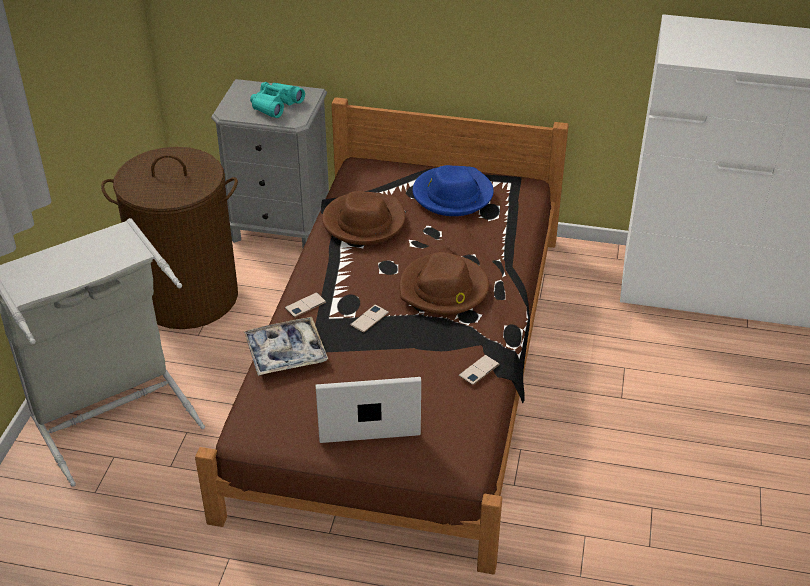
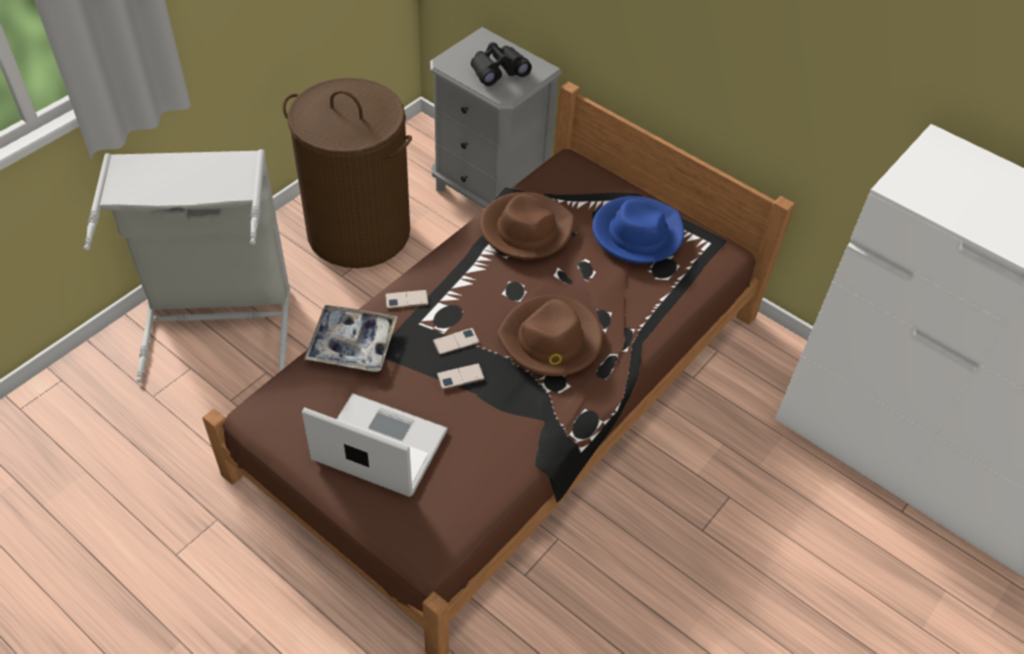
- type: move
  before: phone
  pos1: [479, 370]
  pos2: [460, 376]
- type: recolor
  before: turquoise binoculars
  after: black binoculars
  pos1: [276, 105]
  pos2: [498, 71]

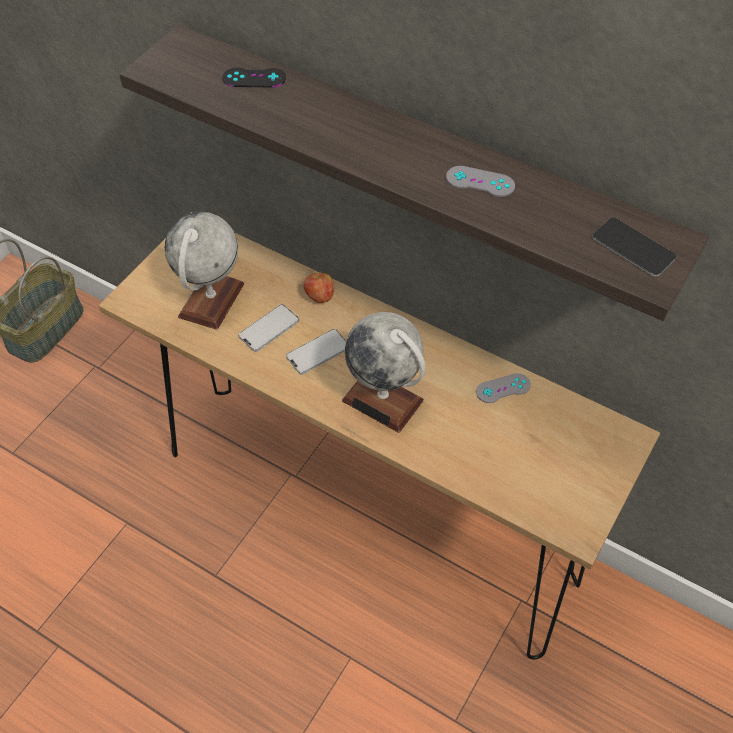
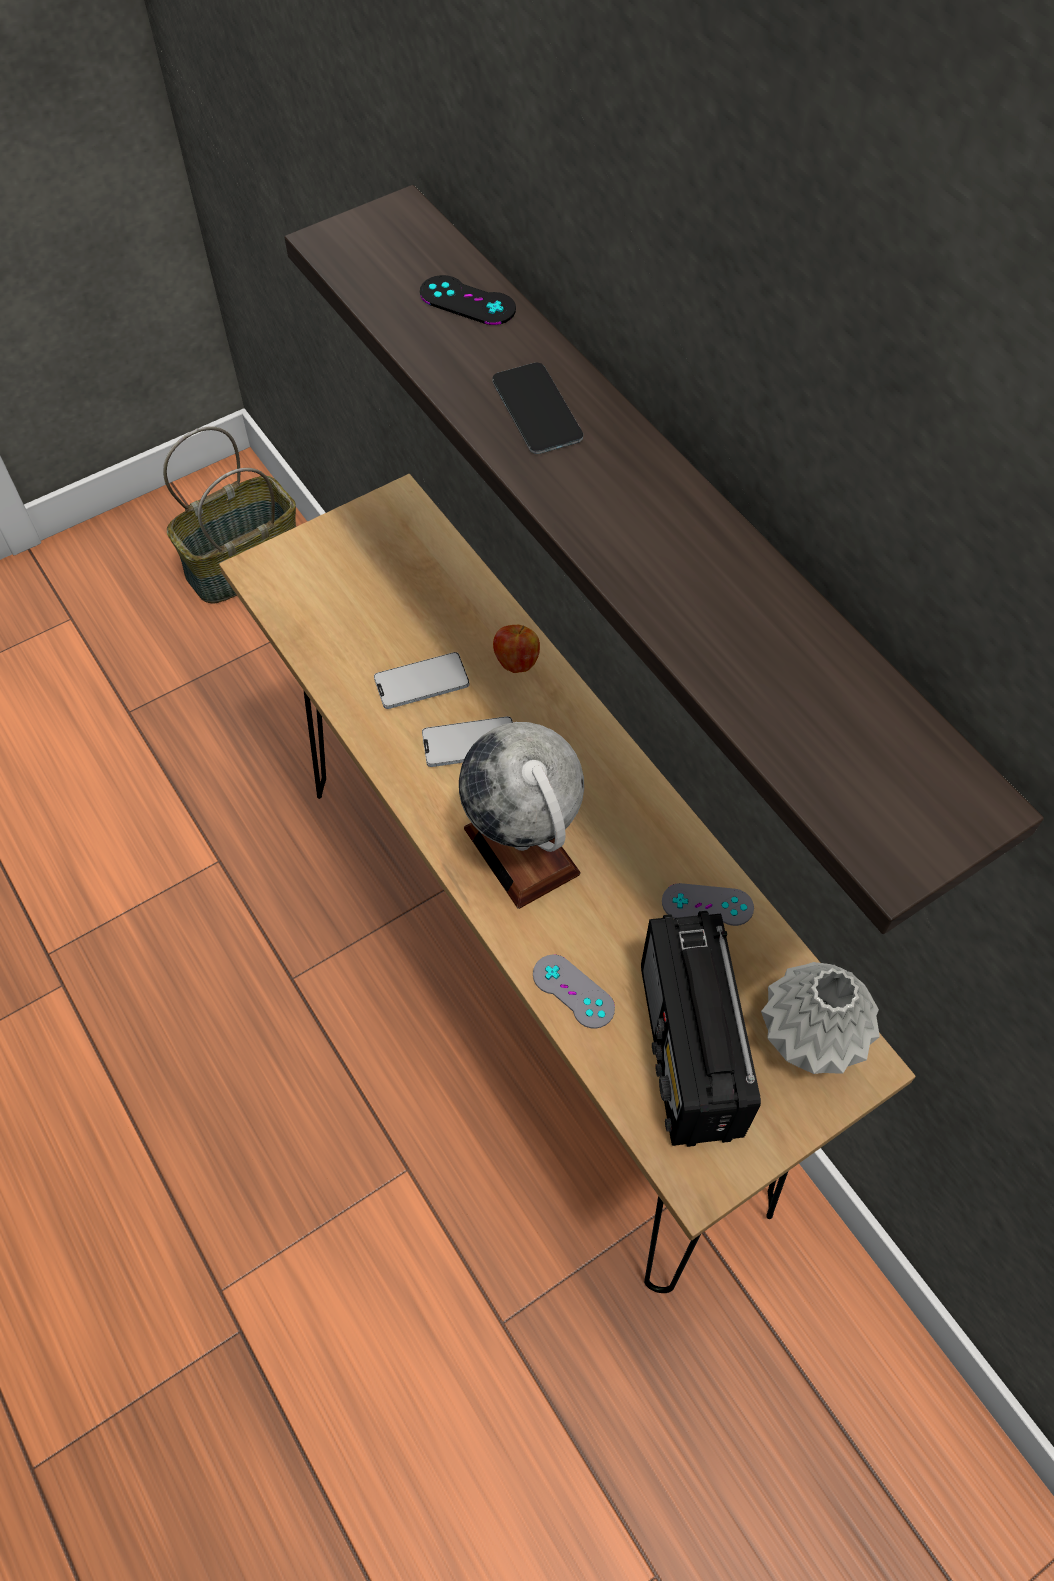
- type: delete
  before: globe
  pos1: [211, 300]
- type: insert
  after: radio
  pos2: [689, 1052]
- type: insert
  after: grey vase
  pos2: [807, 1039]
- type: move
  before: grey game controller
  pos1: [480, 182]
  pos2: [573, 991]
- type: move
  before: phone
  pos1: [633, 247]
  pos2: [537, 409]

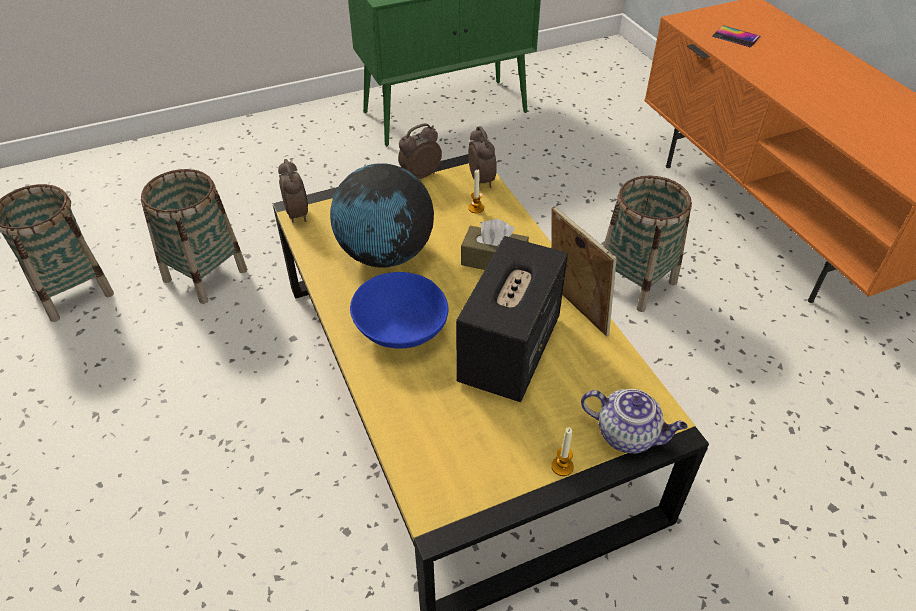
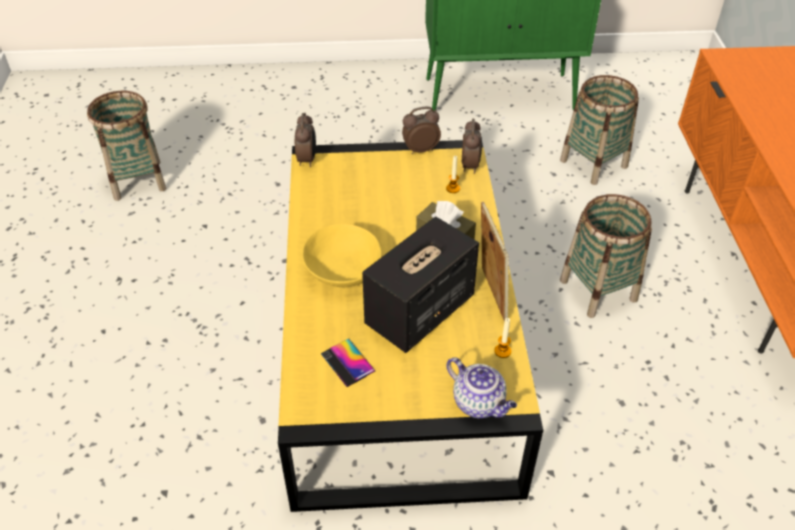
- type: delete
  before: globe
  pos1: [385, 254]
- type: move
  before: basket
  pos1: [205, 275]
  pos2: [593, 163]
- type: move
  before: candle
  pos1: [562, 466]
  pos2: [502, 351]
- type: move
  before: phone
  pos1: [736, 36]
  pos2: [347, 362]
- type: recolor
  before: blue bowl
  after: yellow bowl
  pos1: [399, 329]
  pos2: [342, 271]

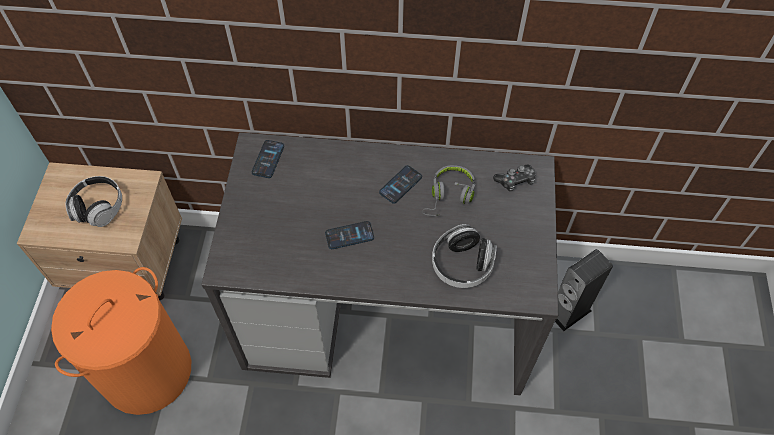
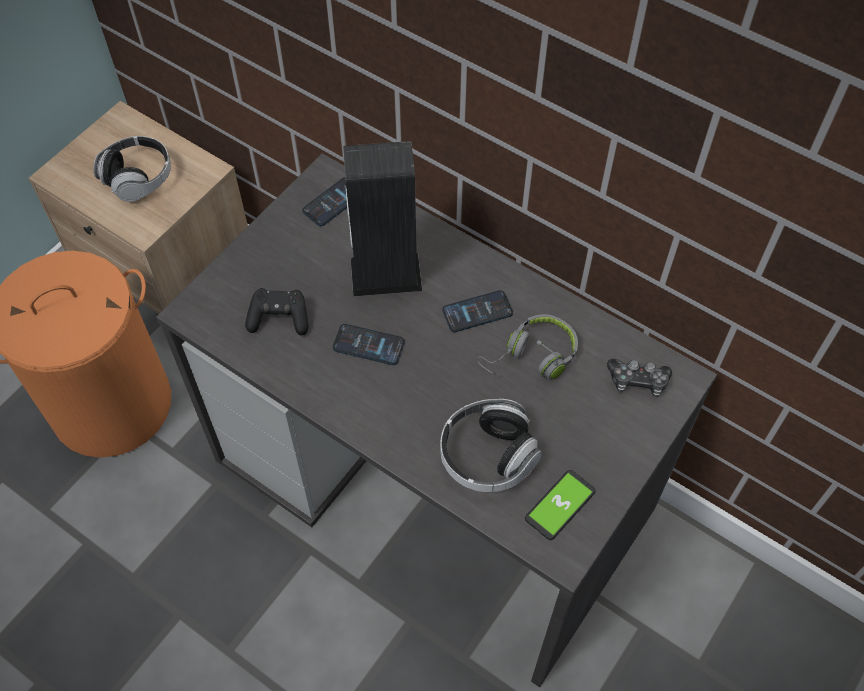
- type: insert
  after: black game controller
  pos2: [279, 318]
- type: insert
  after: phone
  pos2: [560, 505]
- type: move
  before: speaker
  pos1: [569, 311]
  pos2: [386, 274]

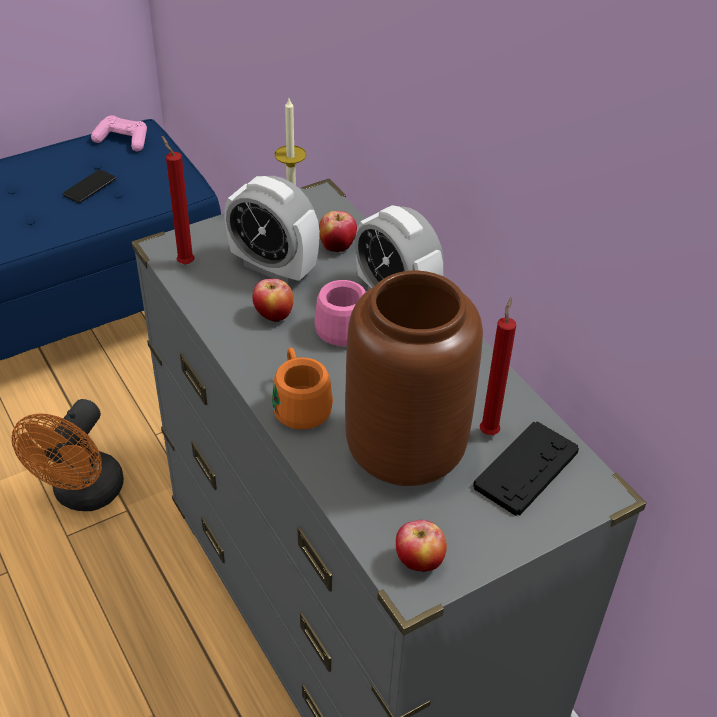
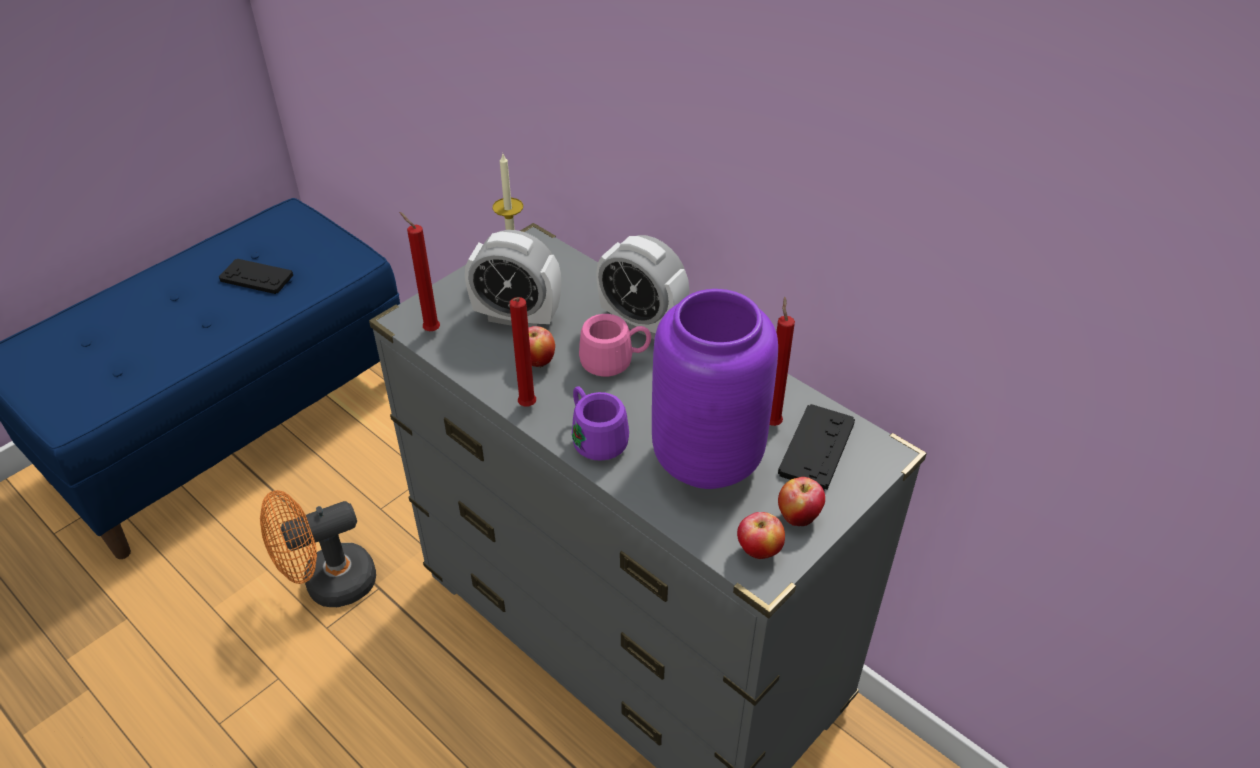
- type: delete
  before: pink game controller
  pos1: [123, 140]
- type: insert
  after: red candle
  pos2: [526, 408]
- type: move
  before: apple
  pos1: [337, 247]
  pos2: [798, 516]
- type: replace
  before: phone
  after: black game controller
  pos1: [89, 187]
  pos2: [256, 277]
- type: recolor
  before: orange mug
  after: purple mug
  pos1: [299, 404]
  pos2: [595, 438]
- type: recolor
  before: brown vase
  after: purple vase
  pos1: [402, 452]
  pos2: [704, 459]
- type: rotate
  before: orange fan
  pos1: [83, 495]
  pos2: [329, 584]
  turn: 60

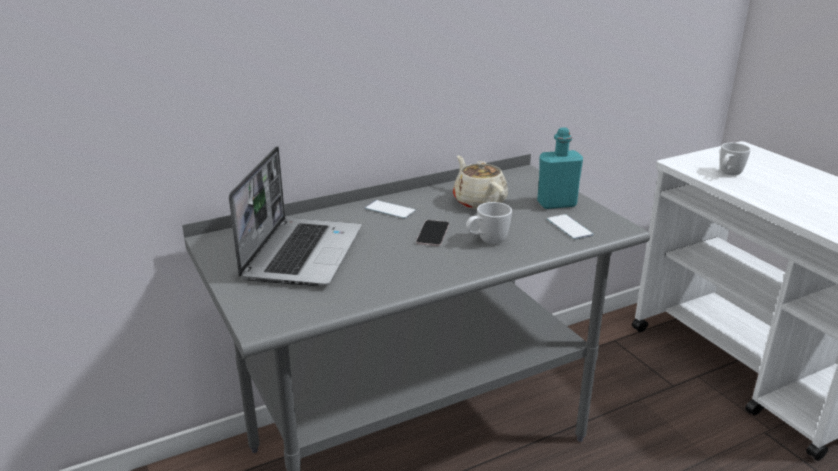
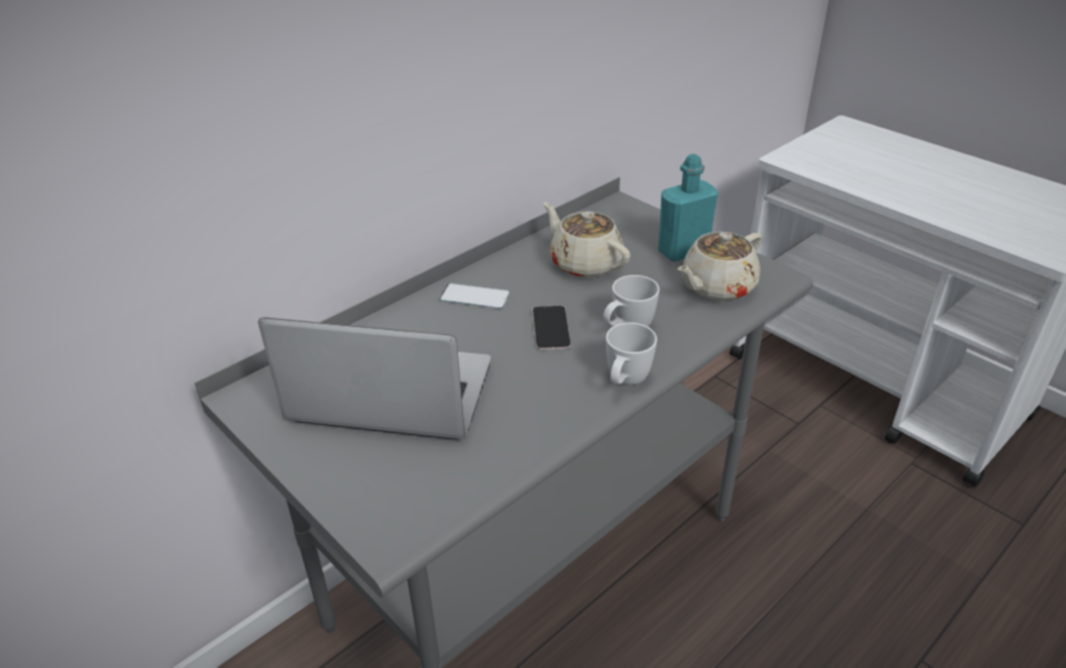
- type: move
  before: white mug
  pos1: [728, 174]
  pos2: [625, 382]
- type: replace
  before: phone
  after: beige teapot
  pos1: [569, 227]
  pos2: [716, 287]
- type: rotate
  before: laptop
  pos1: [302, 253]
  pos2: [388, 395]
  turn: -75

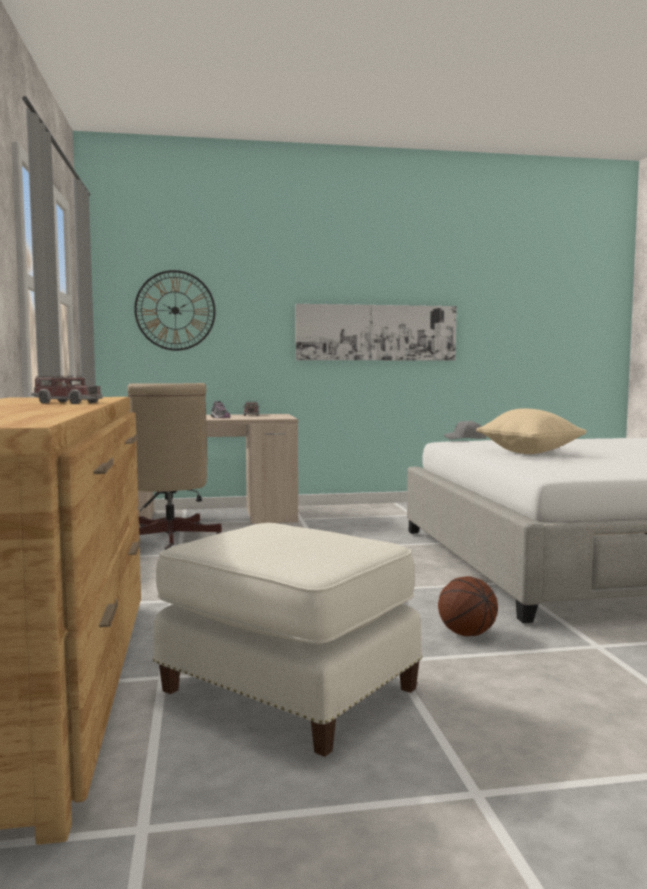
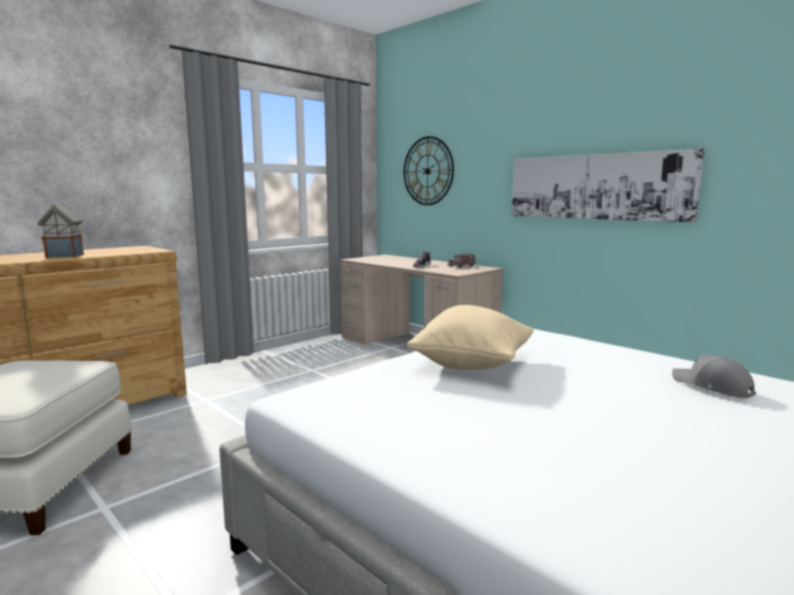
- type: delete
  before: beige office chair
  pos1: [169, 541]
- type: delete
  before: basketball
  pos1: [466, 633]
- type: move
  before: grey cap
  pos1: [466, 439]
  pos2: [712, 387]
- type: replace
  before: toy truck
  after: toy house
  pos1: [67, 402]
  pos2: [65, 256]

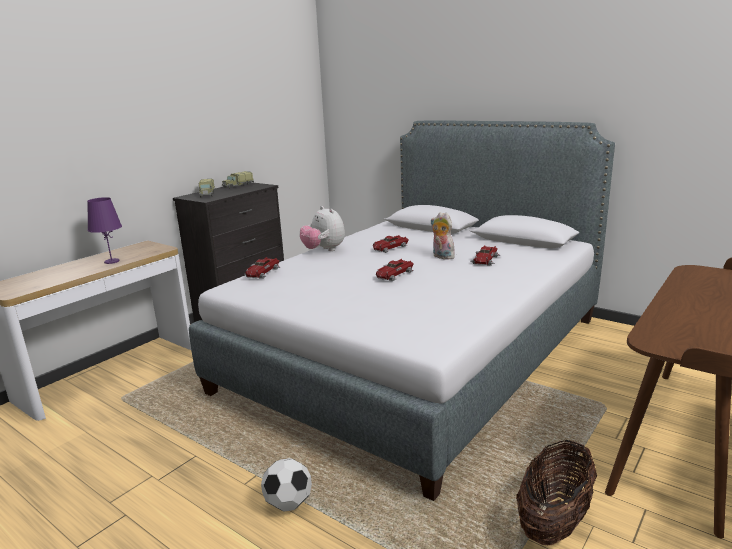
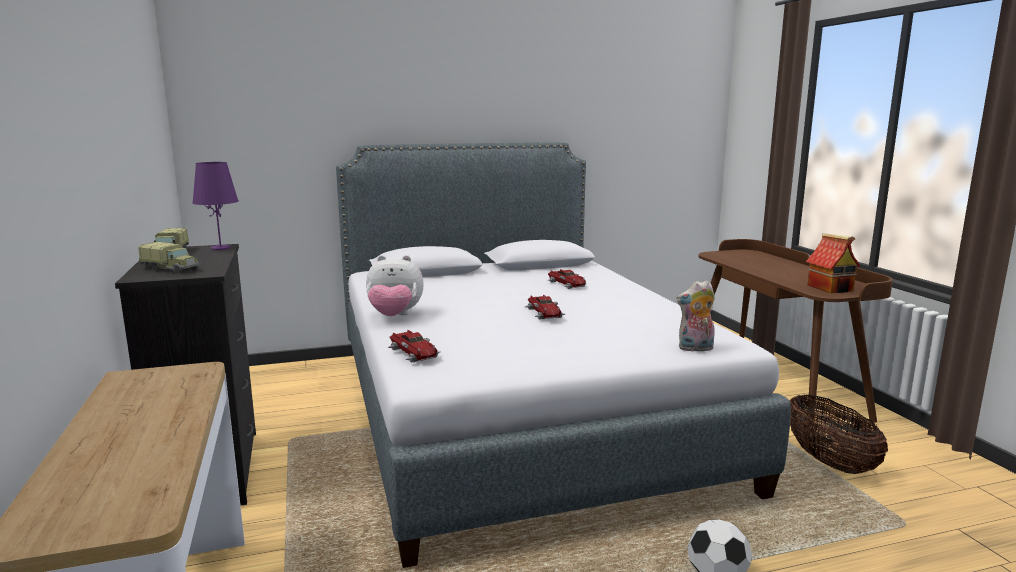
- type: delete
  before: toy car
  pos1: [390, 248]
- type: insert
  after: toy house
  pos2: [831, 288]
- type: move
  before: purple table lamp
  pos1: [112, 261]
  pos2: [220, 248]
- type: move
  before: plush toy
  pos1: [441, 257]
  pos2: [695, 349]

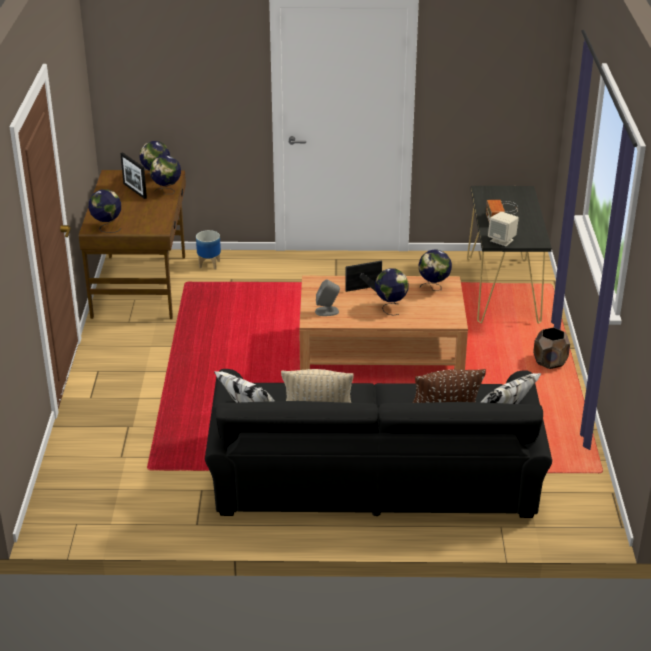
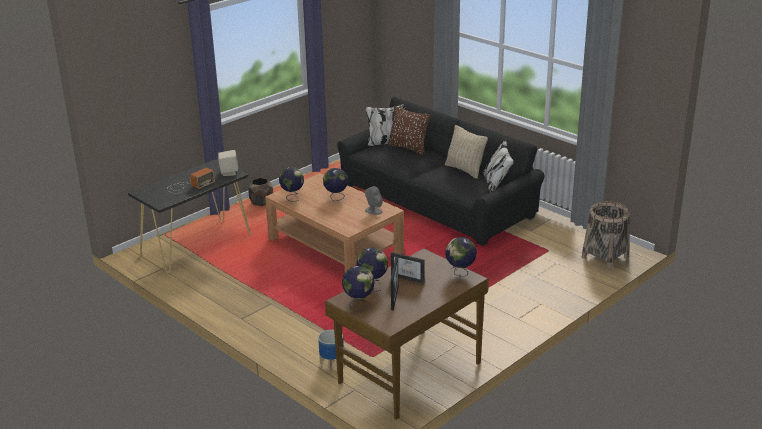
- type: insert
  after: basket
  pos2: [605, 257]
- type: move
  before: picture frame
  pos1: [364, 290]
  pos2: [409, 277]

